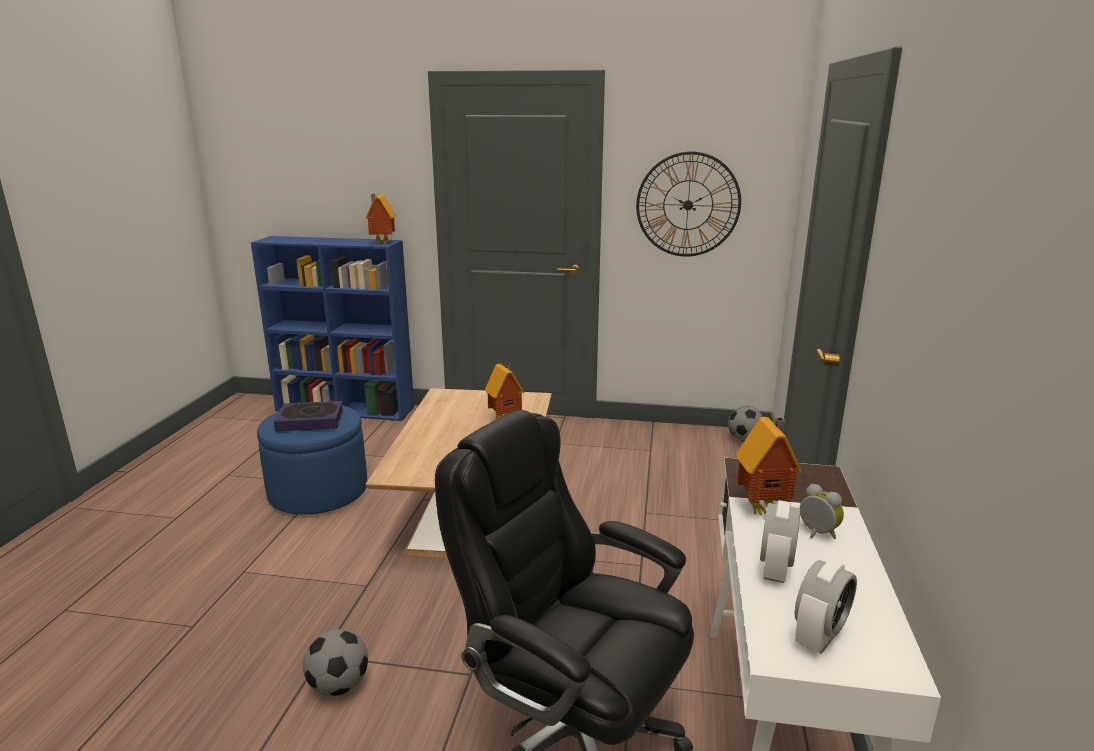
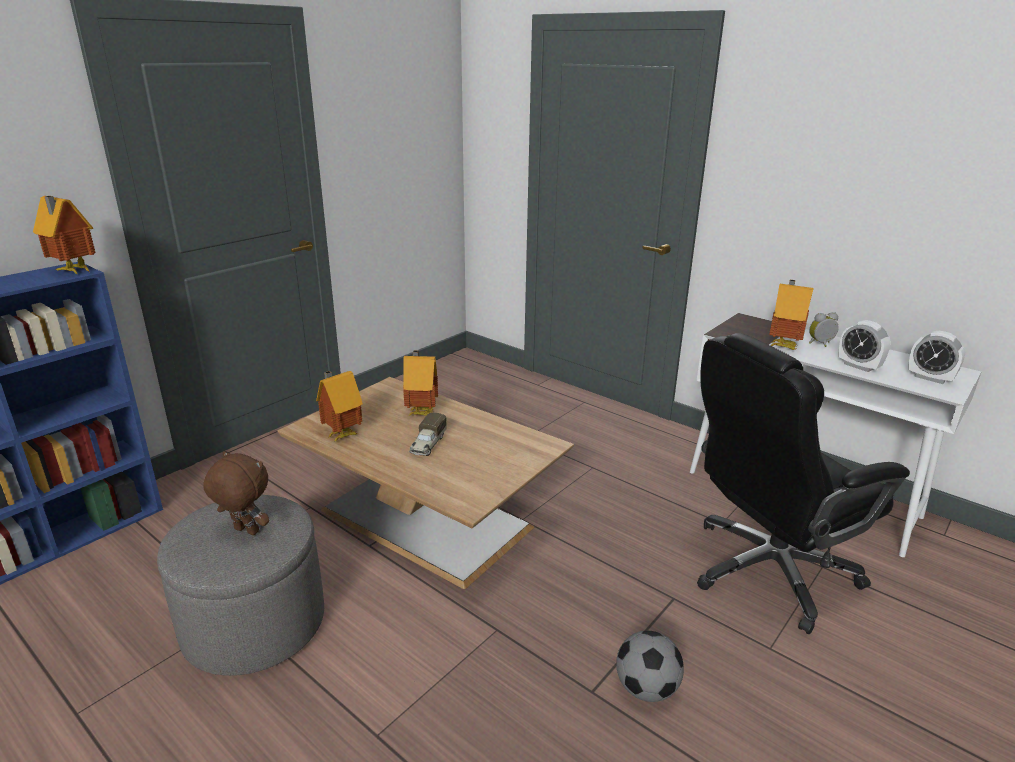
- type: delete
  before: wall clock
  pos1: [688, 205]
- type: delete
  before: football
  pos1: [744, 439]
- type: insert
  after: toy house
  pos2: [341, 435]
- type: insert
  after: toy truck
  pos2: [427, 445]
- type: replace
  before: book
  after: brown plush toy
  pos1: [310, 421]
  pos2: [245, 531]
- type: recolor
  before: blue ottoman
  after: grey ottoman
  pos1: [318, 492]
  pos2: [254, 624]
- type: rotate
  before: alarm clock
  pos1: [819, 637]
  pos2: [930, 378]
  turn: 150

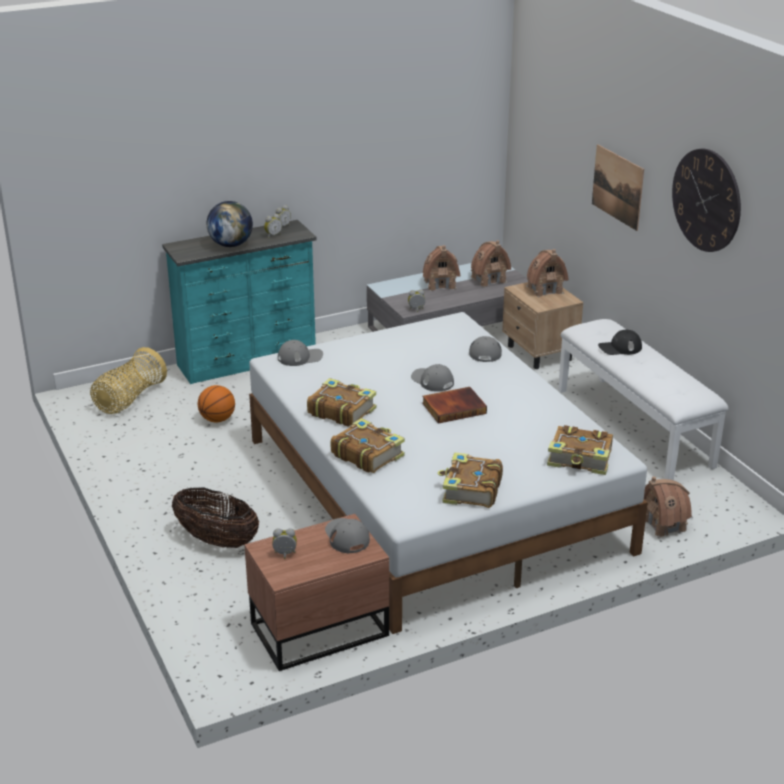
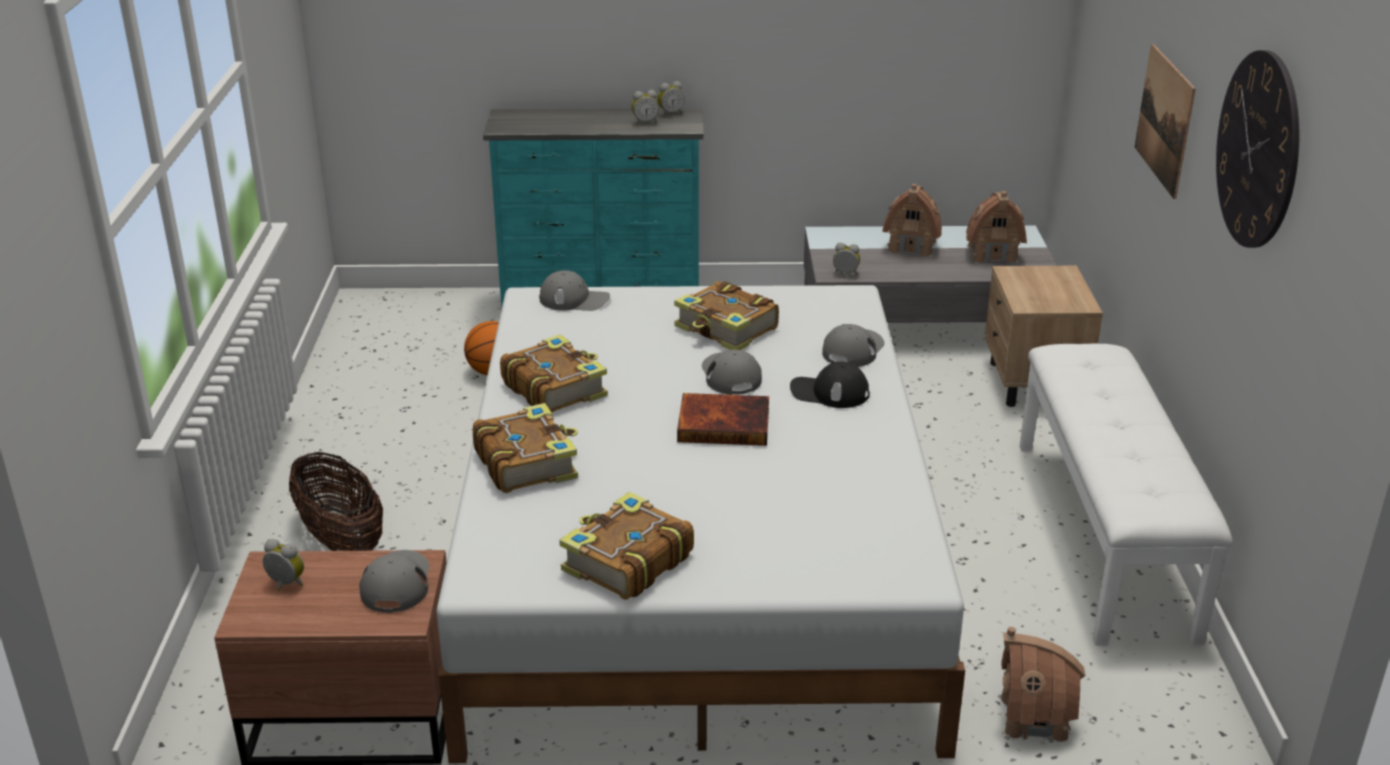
- type: delete
  before: basket
  pos1: [129, 399]
- type: delete
  before: globe
  pos1: [231, 245]
- type: delete
  before: toy house
  pos1: [545, 290]
- type: move
  before: book
  pos1: [580, 459]
  pos2: [726, 329]
- type: move
  before: black cap
  pos1: [619, 348]
  pos2: [829, 392]

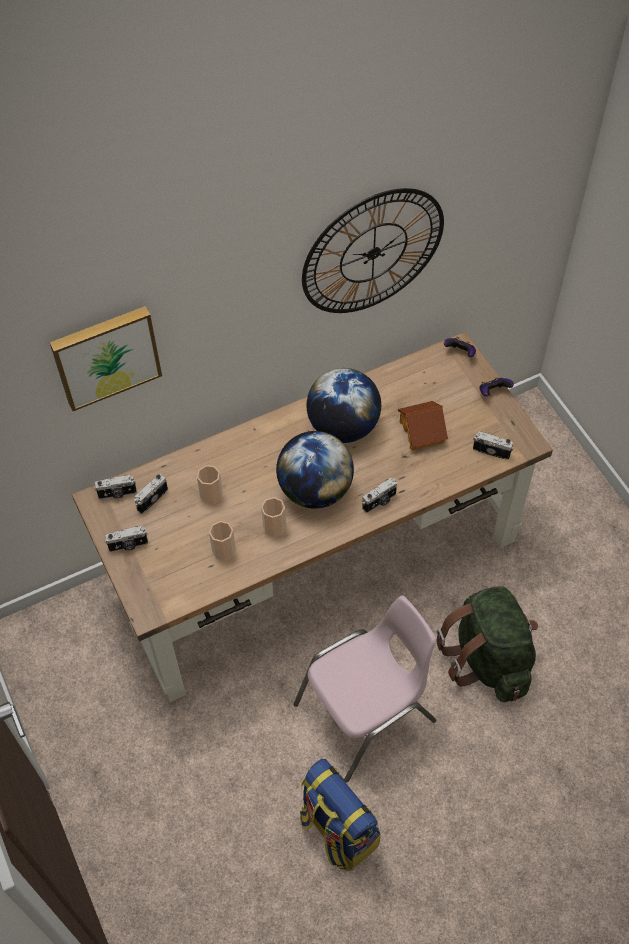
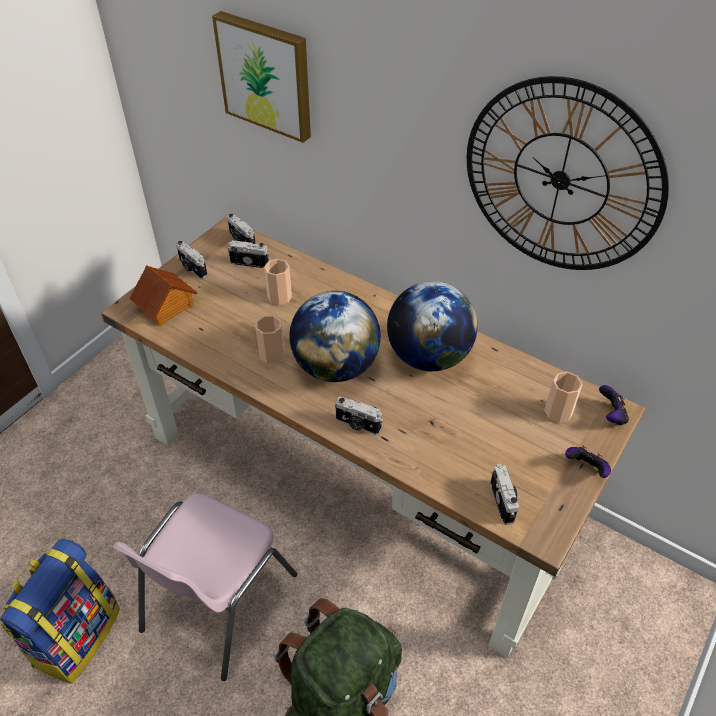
- type: move
  before: cup
  pos1: [224, 550]
  pos2: [558, 412]
- type: move
  before: toy house
  pos1: [422, 431]
  pos2: [166, 306]
- type: rotate
  before: pink chair
  pos1: [367, 713]
  pos2: [216, 603]
  turn: 90

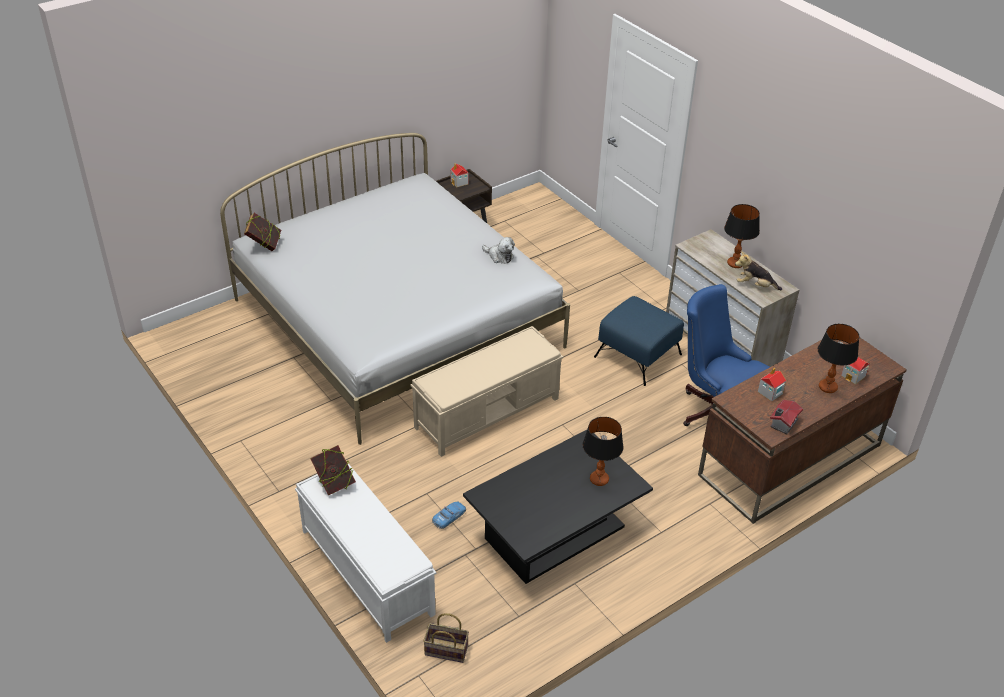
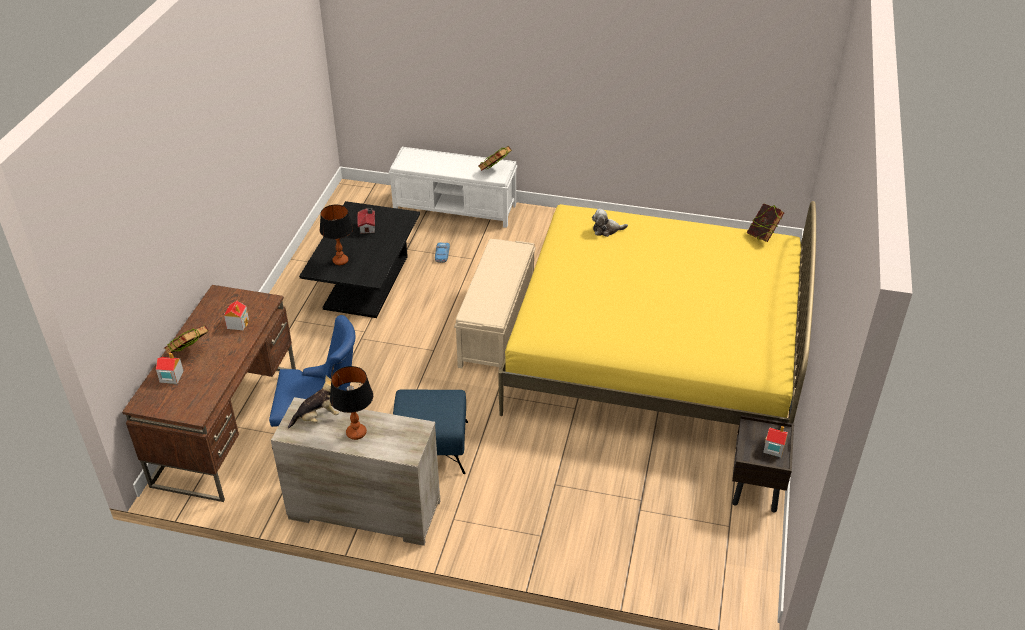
- type: delete
  before: basket
  pos1: [445, 650]
- type: move
  before: plush toy
  pos1: [499, 256]
  pos2: [606, 230]
- type: move
  before: toy house
  pos1: [783, 423]
  pos2: [368, 227]
- type: replace
  before: table lamp
  after: book
  pos1: [828, 387]
  pos2: [190, 354]
- type: recolor
  before: white bed
  after: yellow bed
  pos1: [397, 323]
  pos2: [655, 351]

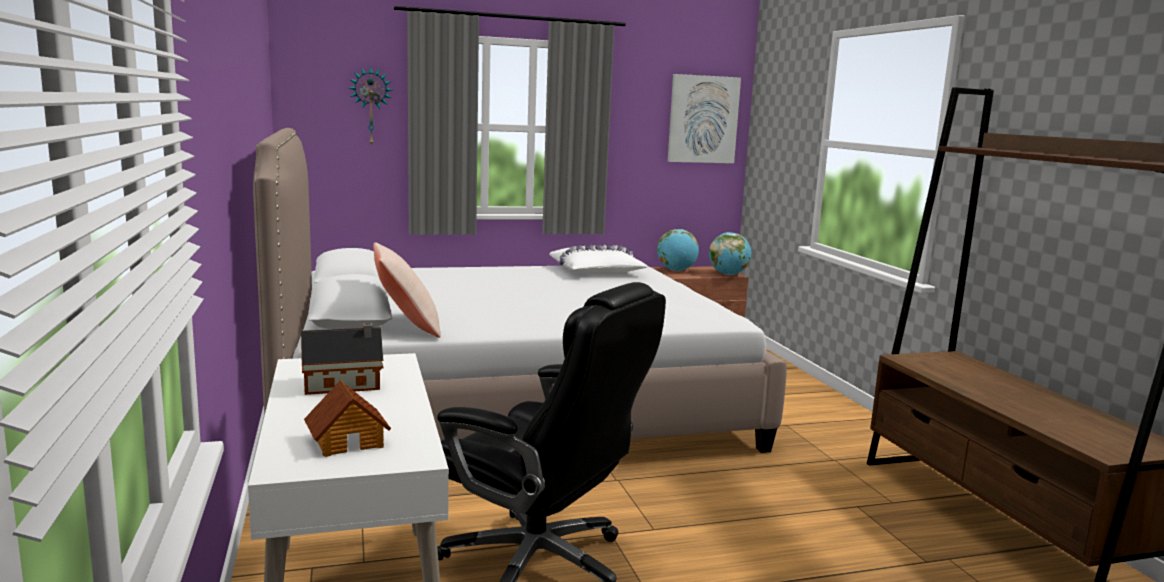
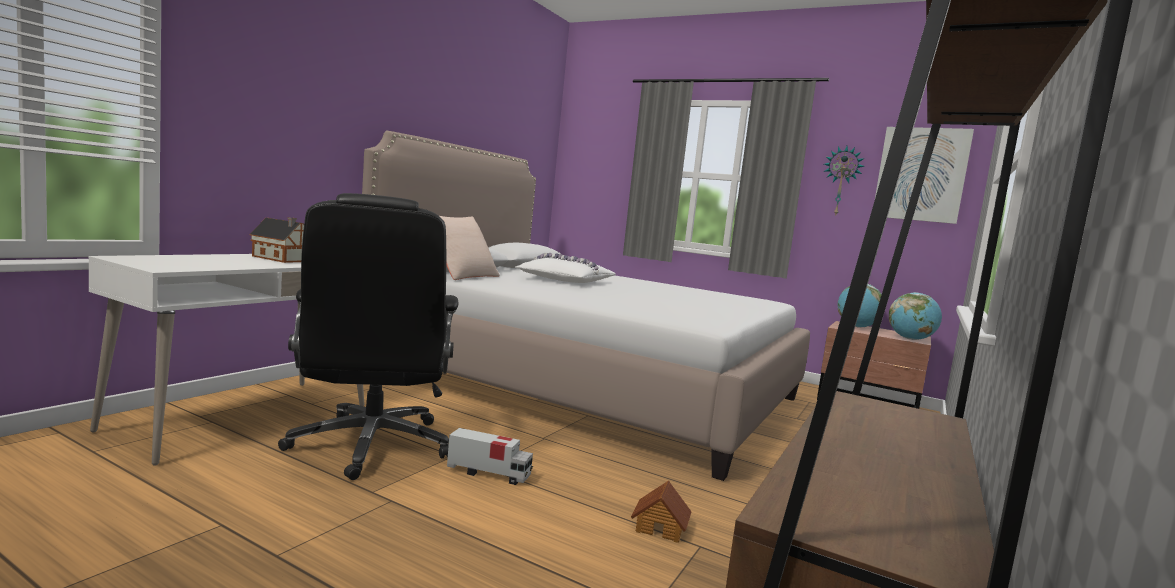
- type: insert
  after: toy truck
  pos2: [489, 474]
- type: move
  before: toy house
  pos1: [348, 441]
  pos2: [660, 527]
- type: move
  before: wall clock
  pos1: [371, 106]
  pos2: [841, 181]
- type: move
  before: white pillow
  pos1: [596, 271]
  pos2: [564, 280]

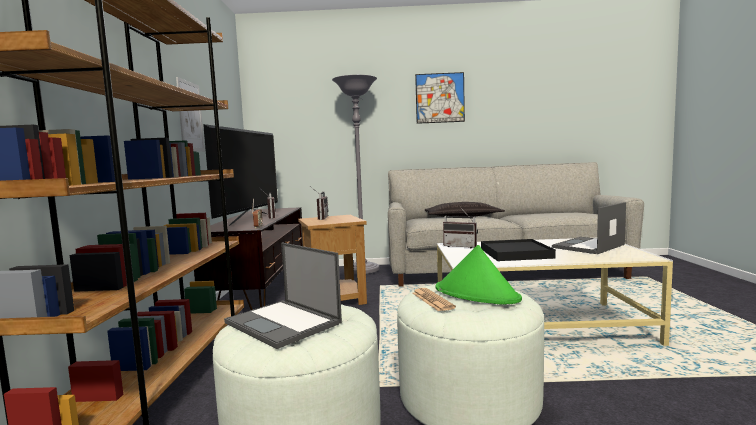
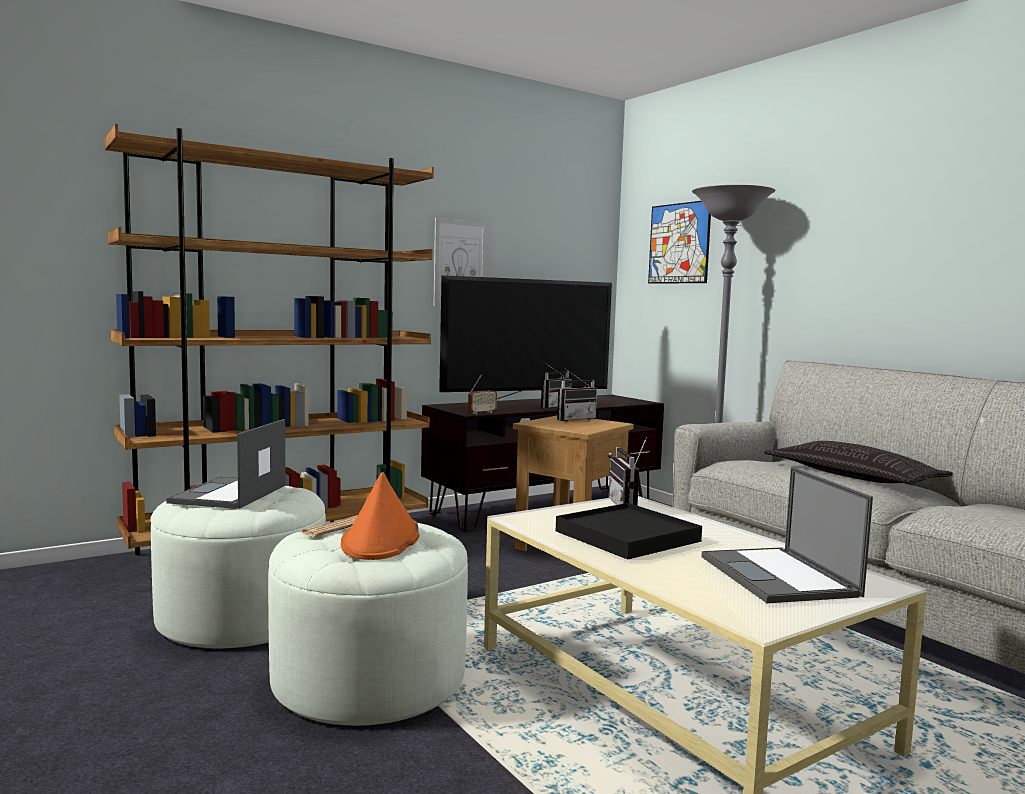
- type: move
  before: picture
  pos1: [440, 98]
  pos2: [679, 243]
- type: recolor
  before: green hat
  after: orange hat
  pos1: [477, 294]
  pos2: [381, 540]
- type: rotate
  before: laptop
  pos1: [588, 246]
  pos2: [779, 576]
  turn: -120

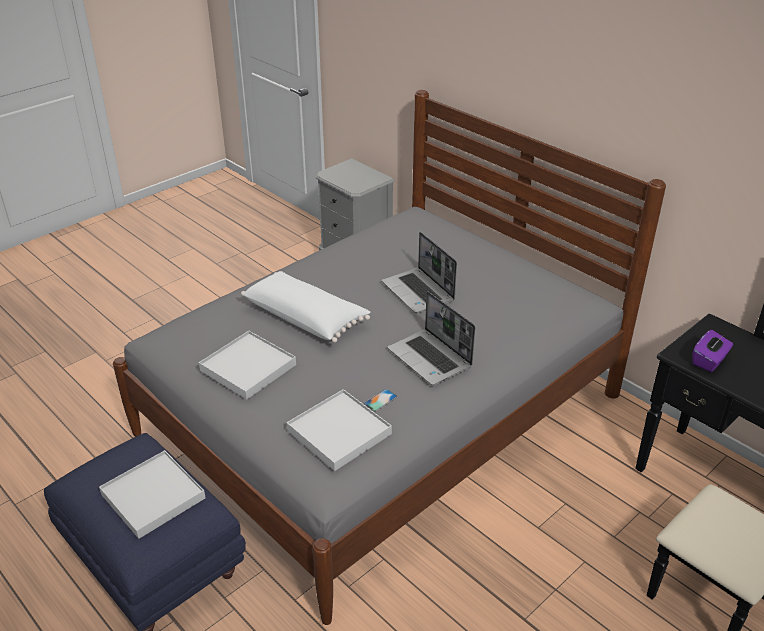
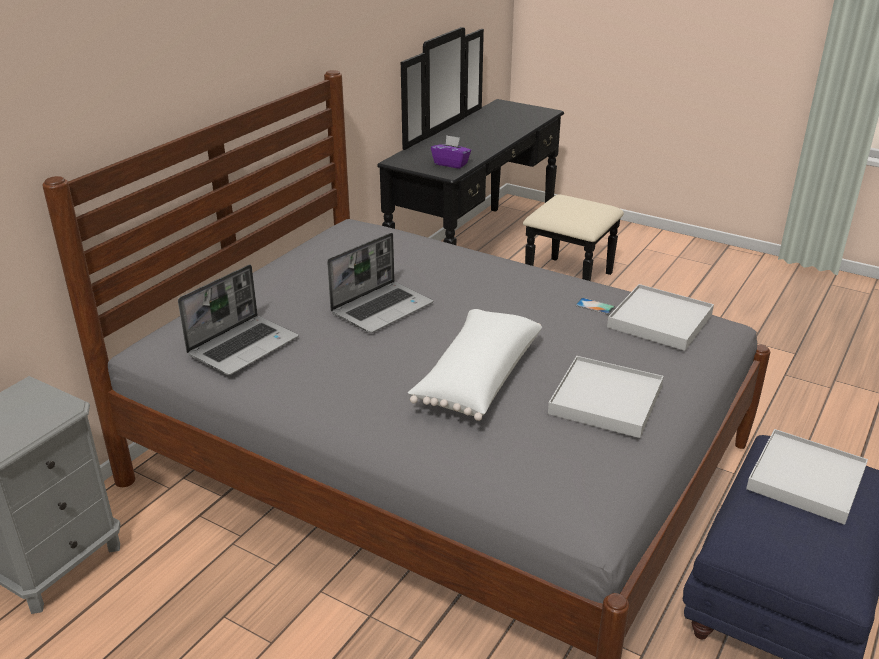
- type: move
  before: laptop
  pos1: [431, 358]
  pos2: [243, 346]

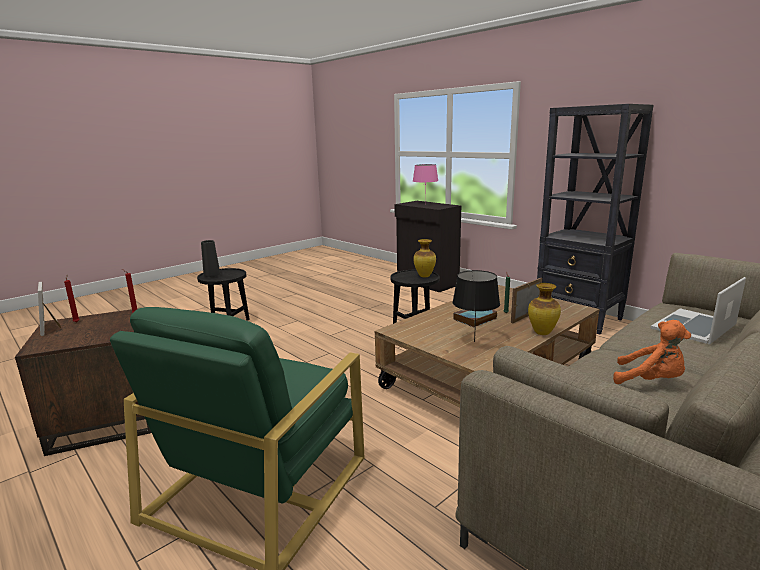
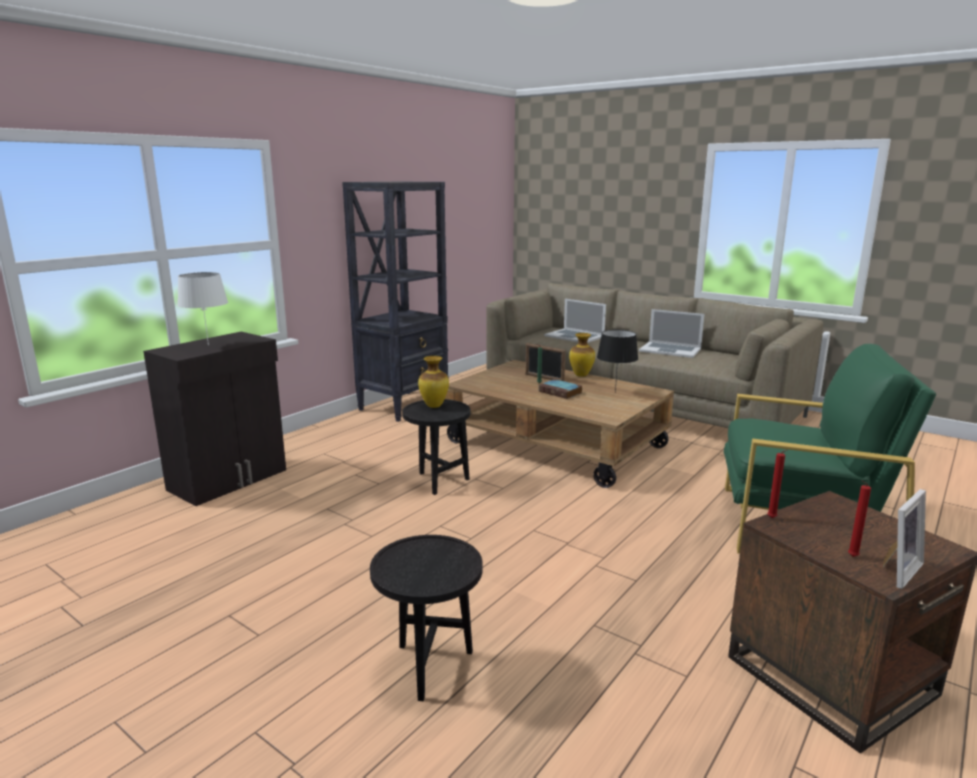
- type: delete
  before: black vase
  pos1: [212, 274]
- type: replace
  before: orange plush toy
  after: laptop
  pos1: [650, 381]
  pos2: [670, 350]
- type: recolor
  before: pink table lamp
  after: white table lamp
  pos1: [425, 204]
  pos2: [207, 345]

